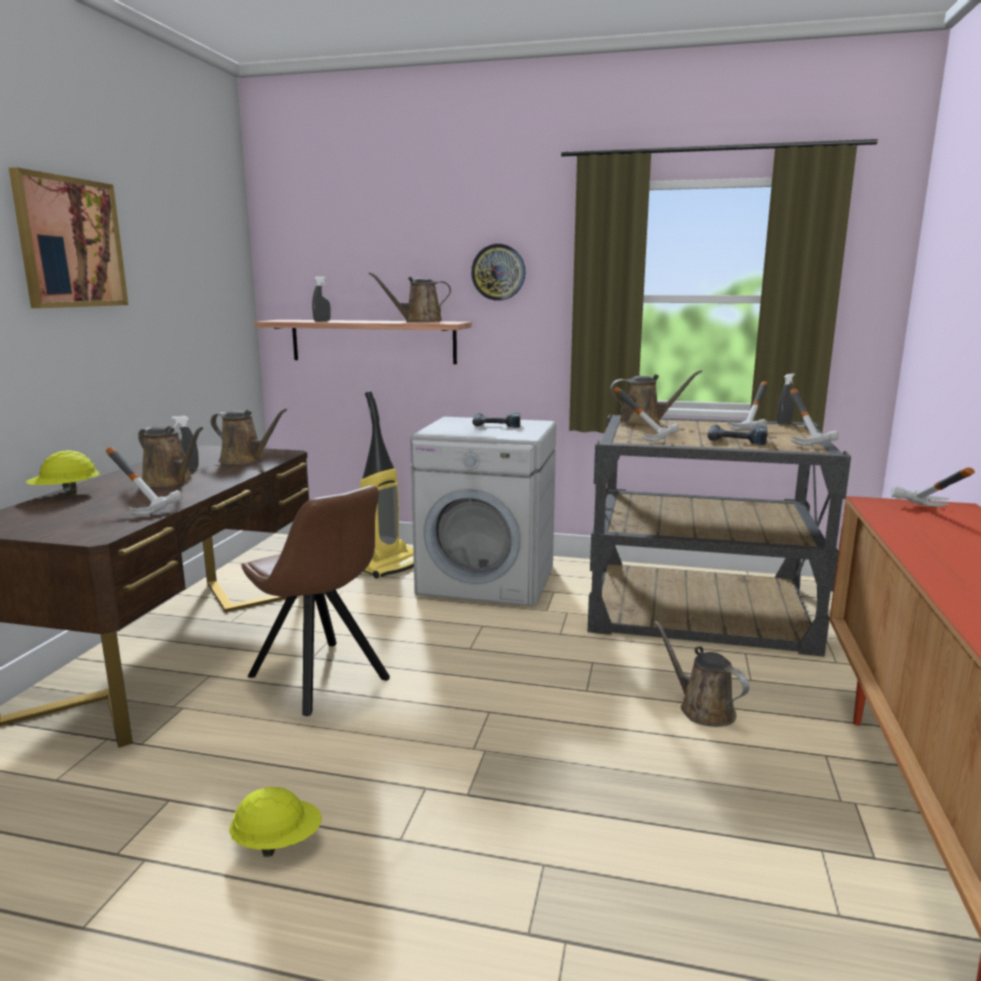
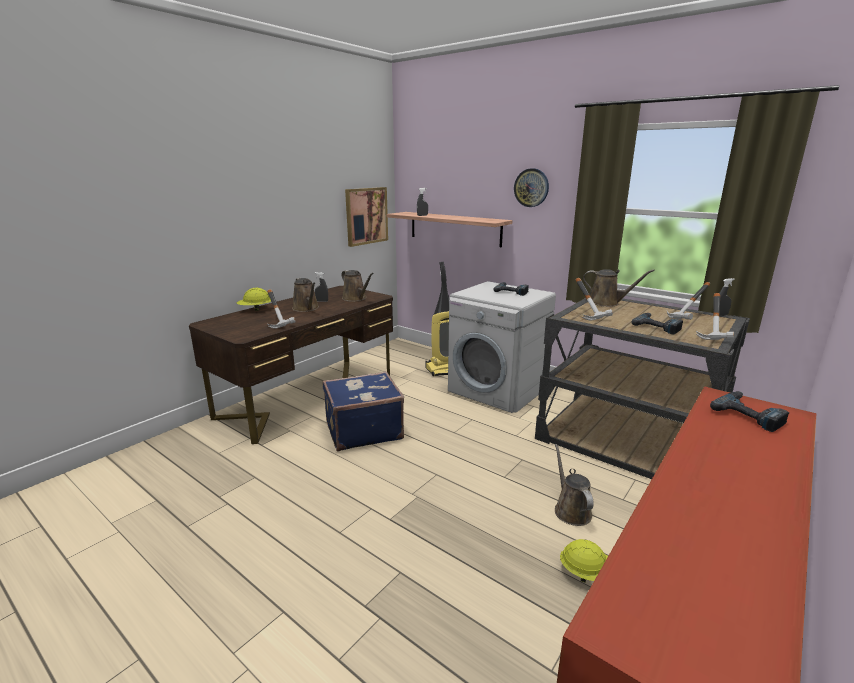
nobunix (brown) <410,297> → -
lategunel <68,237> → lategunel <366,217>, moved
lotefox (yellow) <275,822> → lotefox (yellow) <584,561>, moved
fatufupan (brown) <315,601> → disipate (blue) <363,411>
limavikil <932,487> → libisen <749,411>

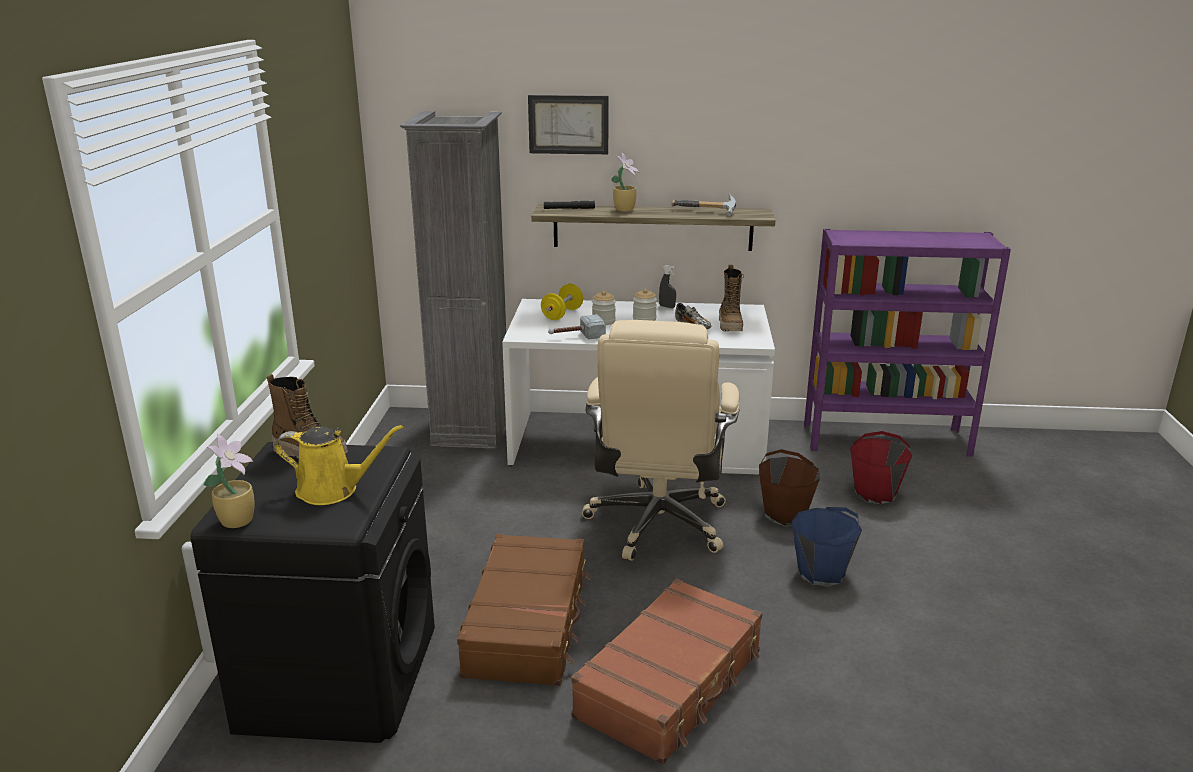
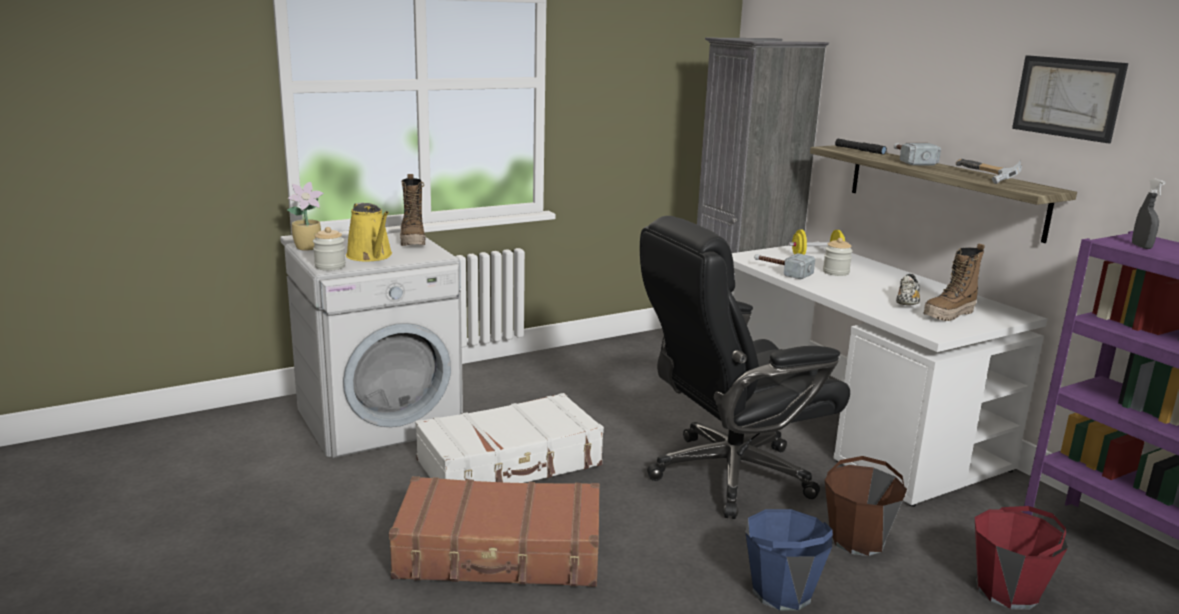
lategunel <568,124> → lategunel <1070,99>, moved
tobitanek <645,305> → tobitanek <329,249>, moved
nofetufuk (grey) <667,286> → nofetufuk (grey) <1149,213>, moved
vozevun <625,182> → limavikil <917,154>
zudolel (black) <312,592> → zudolel (white) <373,345>
disipate (brown) <523,610> → disipate (white) <509,438>
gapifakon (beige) <661,440> → gapifakon (black) <745,367>

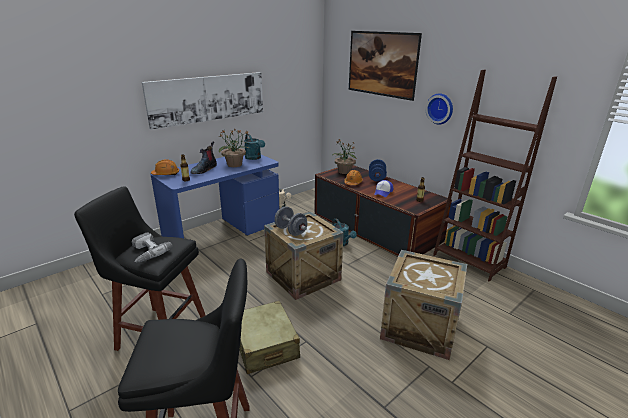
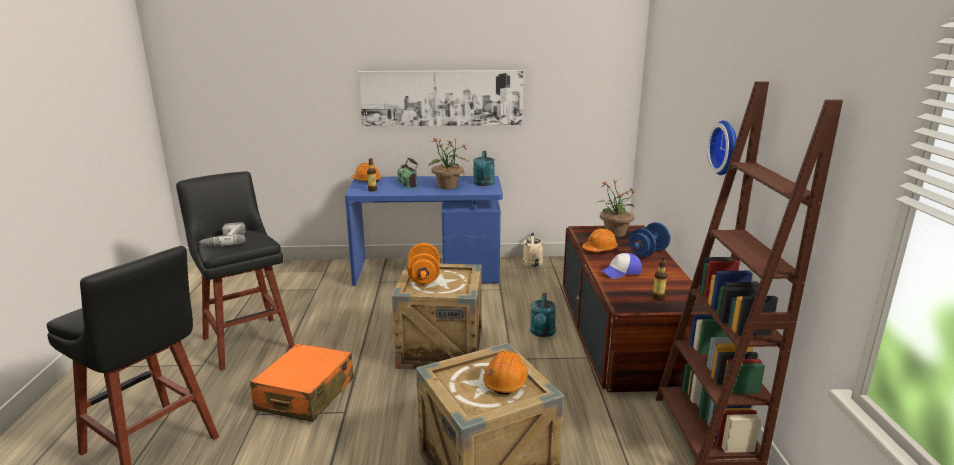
lategunel <385,66> → -
- → lotefox (orange) <505,373>
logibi <204,157> → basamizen <408,173>
disipate (beige) <270,337> → disipate (orange) <302,383>
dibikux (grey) <291,221> → dibikux (orange) <423,264>

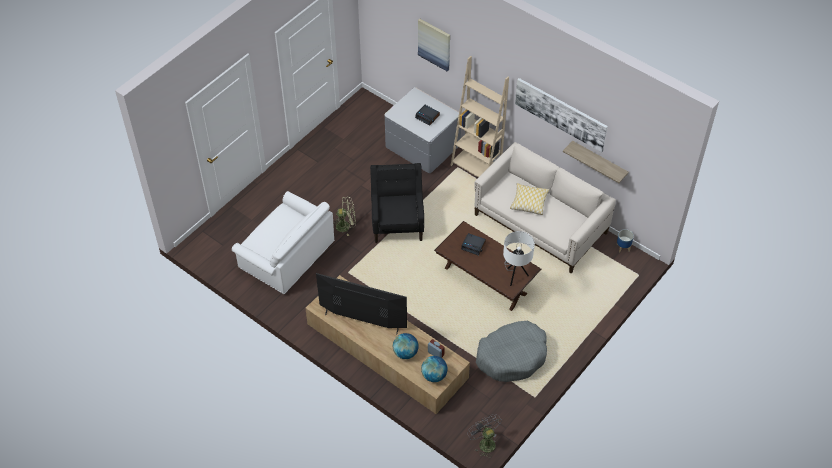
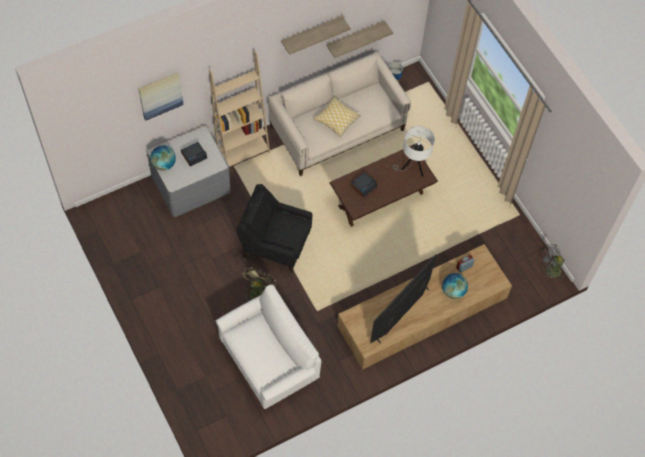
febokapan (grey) <511,351> → -
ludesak <434,369> → ludesak <163,158>, moved
lategunel <561,115> → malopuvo <316,35>

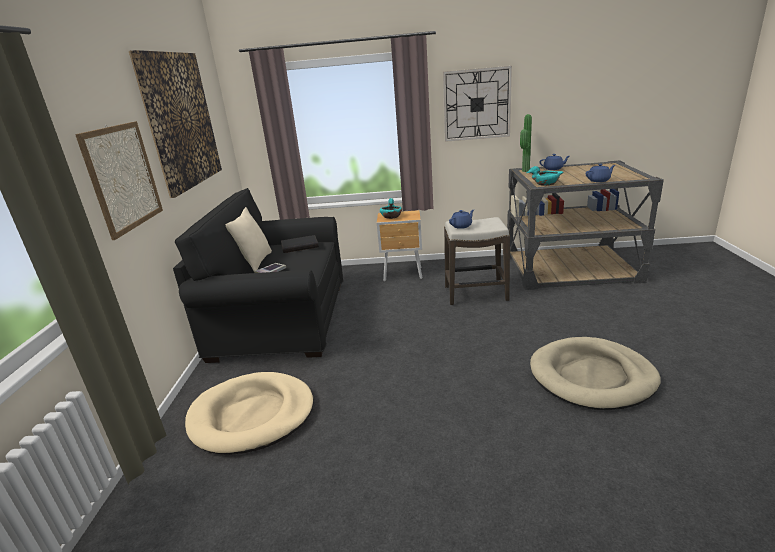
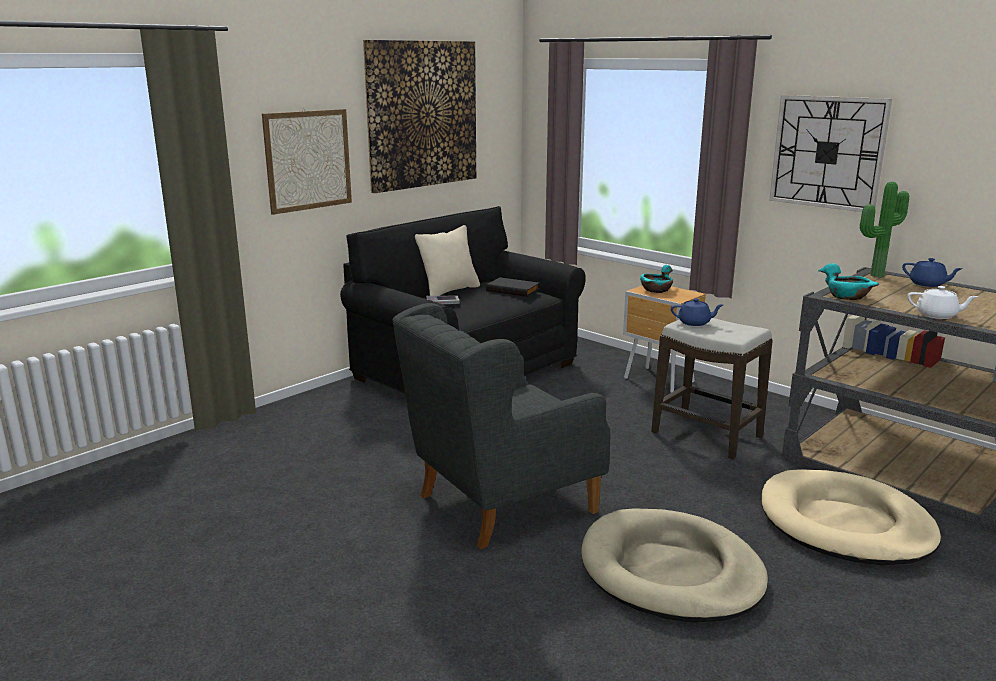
- → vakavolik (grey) <501,426>
febokapan (beige) <249,413> → febokapan (beige) <851,517>, moved
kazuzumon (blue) <600,173> → kazuzumon (white) <942,302>

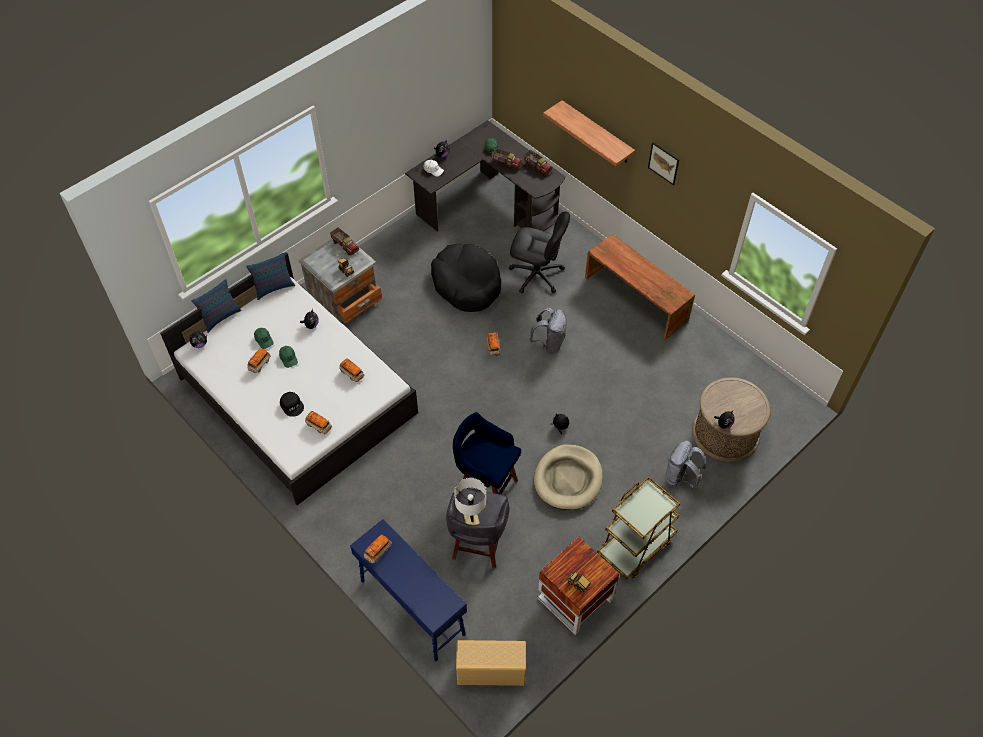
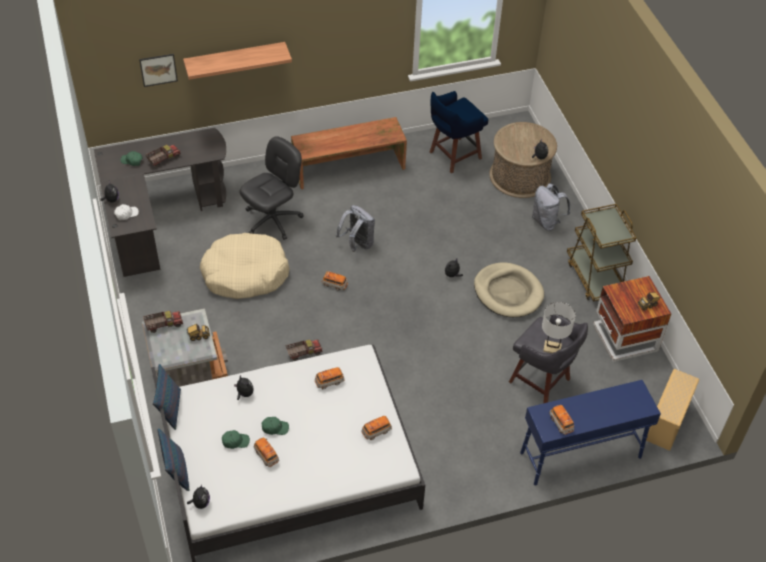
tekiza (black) <292,404> → -
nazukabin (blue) <487,453> → nazukabin (blue) <459,132>, moved
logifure <538,163> → logifure <304,350>, moved
lategunel <663,163> → lategunel <158,70>, moved
febokapan (black) <466,277> → febokapan (beige) <244,266>

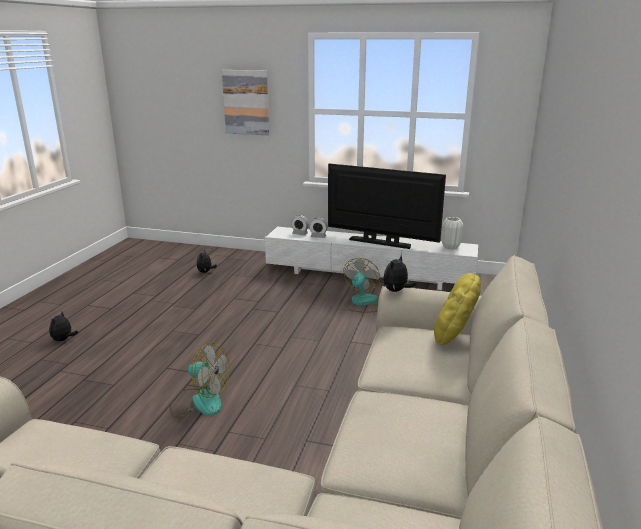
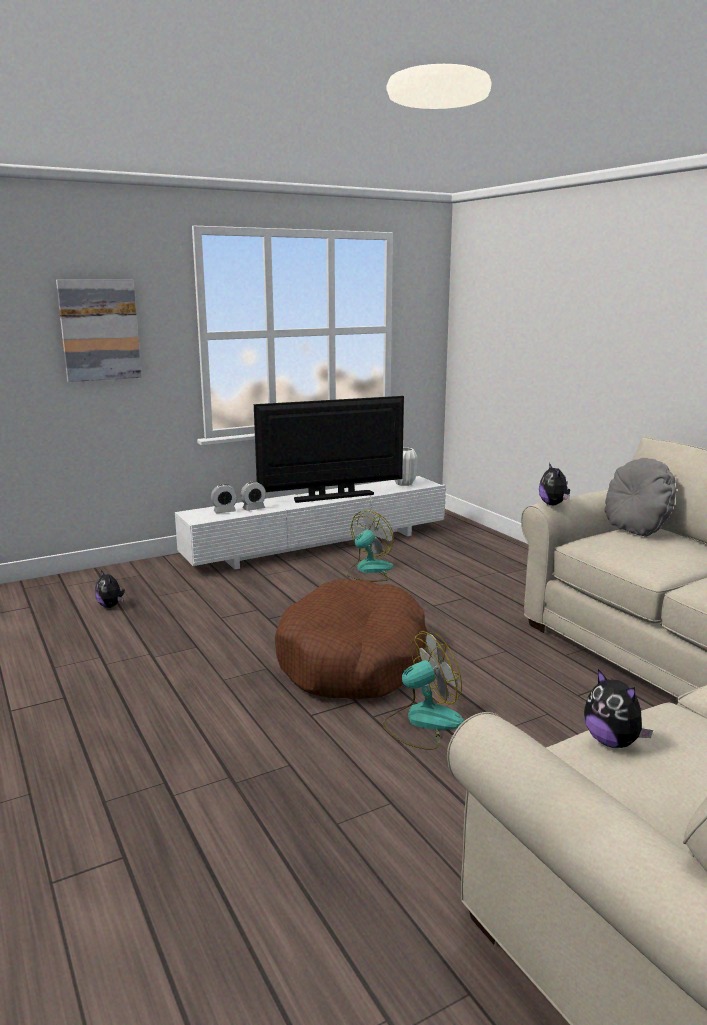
- → febokapan (brown) <351,638>
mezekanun <63,326> → mezekanun <618,708>, moved
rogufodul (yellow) <457,309> → rogufodul (grey) <640,497>
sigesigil <362,285> → sigesigil <370,546>, 60 degrees clockwise

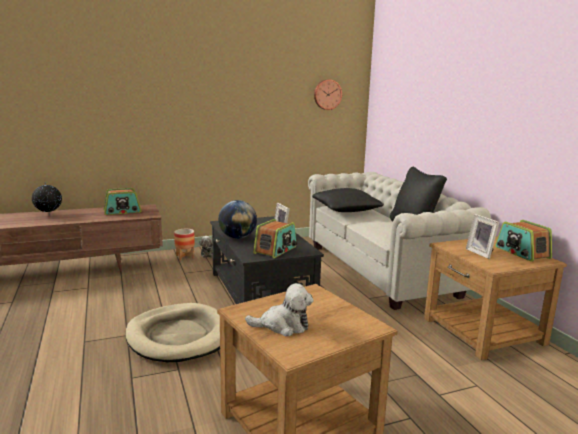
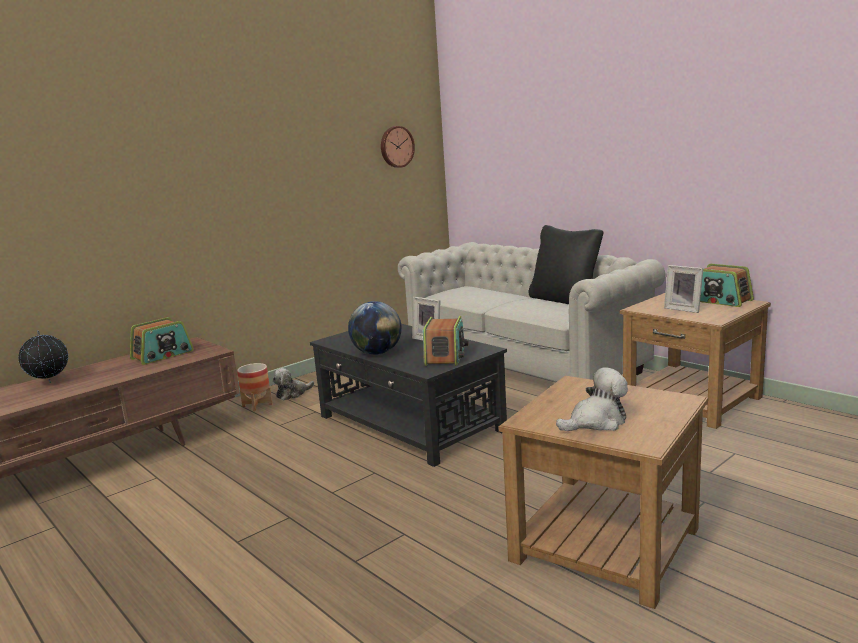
febokapan (beige) <172,332> → -
rogufodul (black) <347,200> → -

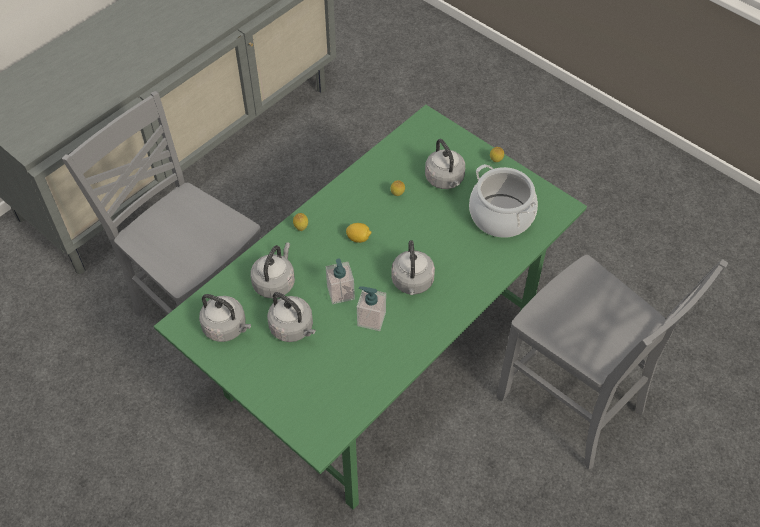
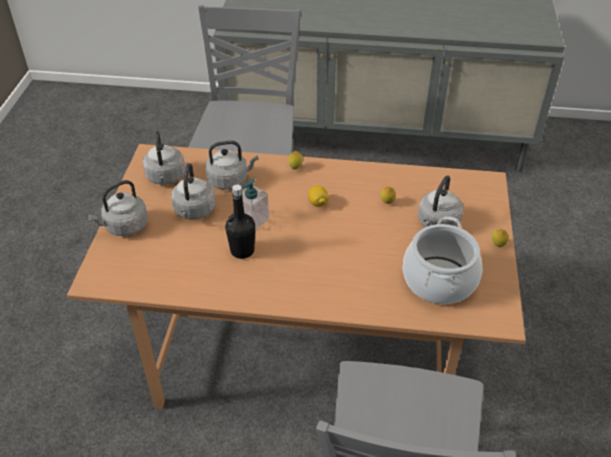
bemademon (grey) <413,267> → bemademon (grey) <117,208>, moved
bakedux <371,308> → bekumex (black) <240,221>
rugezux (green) <370,307> → rugezux (brown) <296,276>

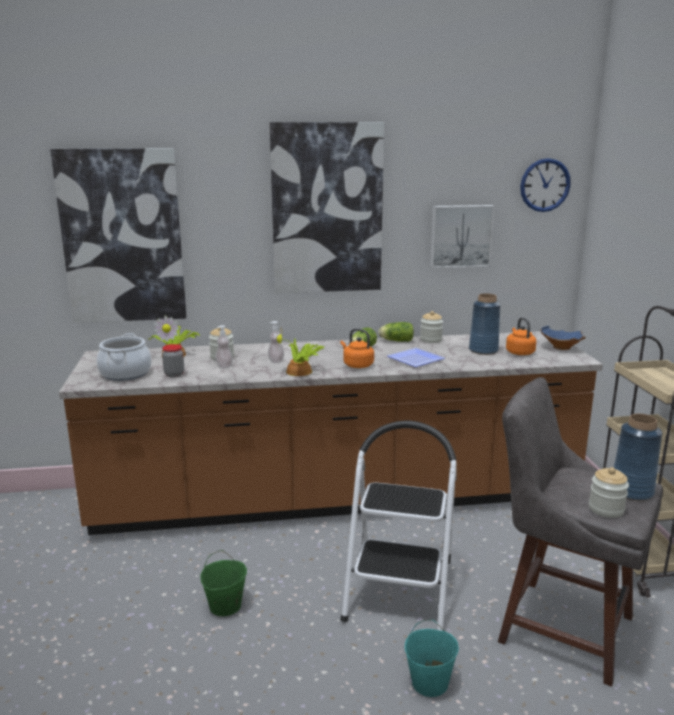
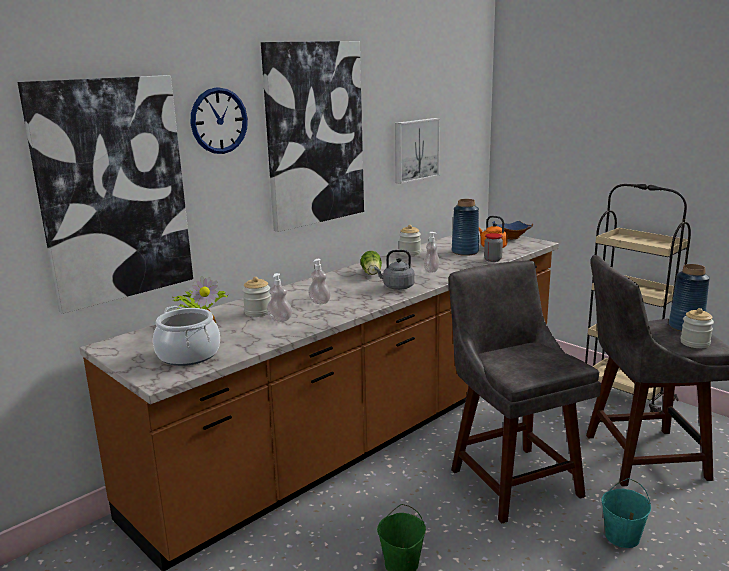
vozevun <300,352> → -
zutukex <396,332> → -
tobitanek <173,360> → tobitanek <493,247>, moved
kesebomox <545,185> → kesebomox <219,120>, moved
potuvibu <399,526> → nazukabin (grey) <525,391>
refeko <416,357> → bakedux <432,252>
bemademon (orange) <357,348> → bemademon (grey) <394,270>

